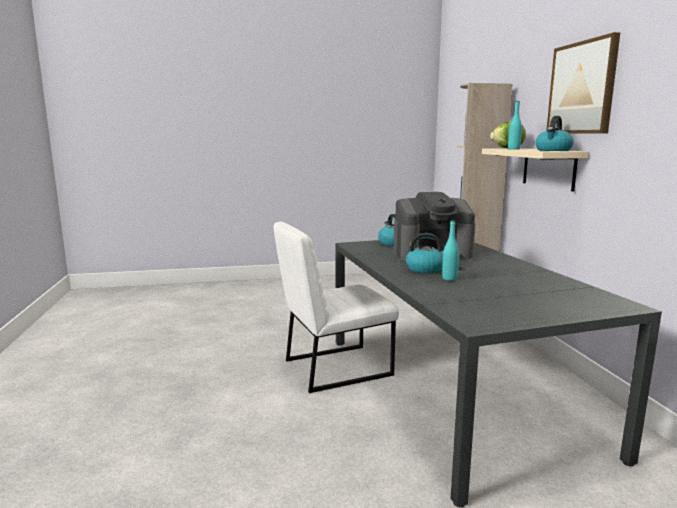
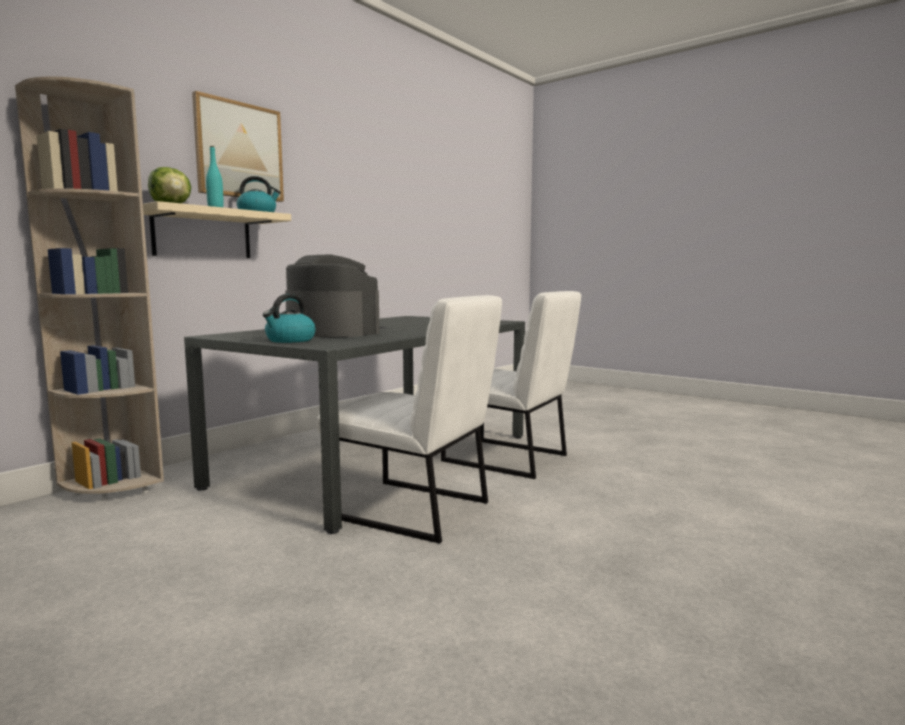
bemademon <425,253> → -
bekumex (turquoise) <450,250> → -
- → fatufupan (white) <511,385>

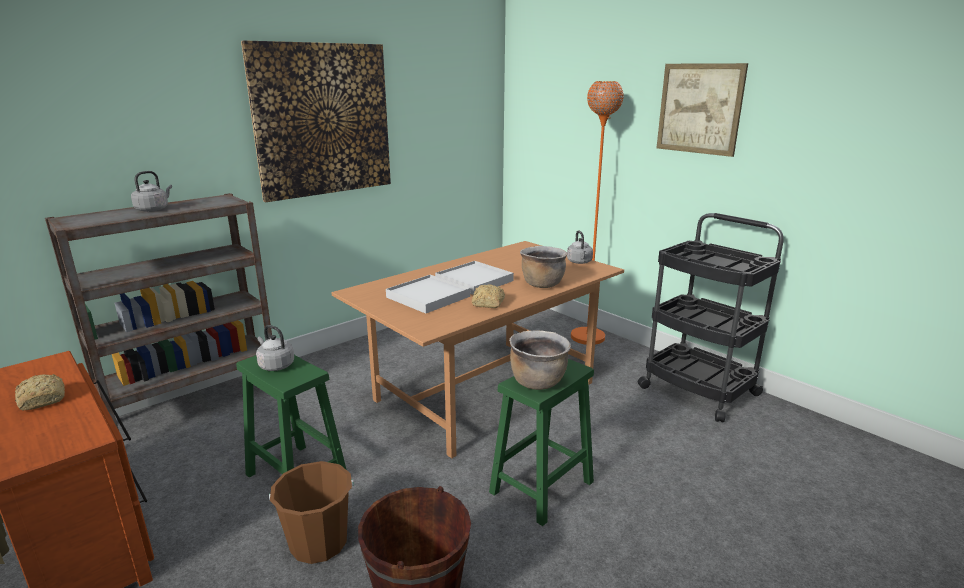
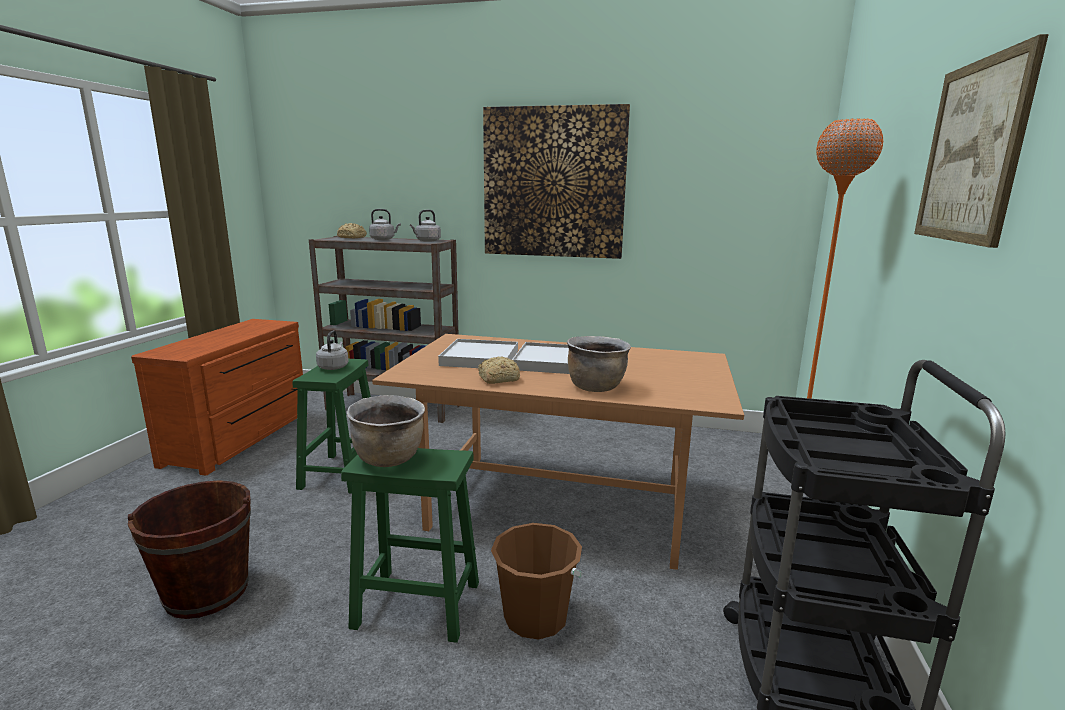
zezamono <40,392> → zezamono <352,230>, moved
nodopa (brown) <311,512> → nodopa (brown) <537,581>, moved
bemademon (grey) <580,247> → bemademon (grey) <425,226>, moved

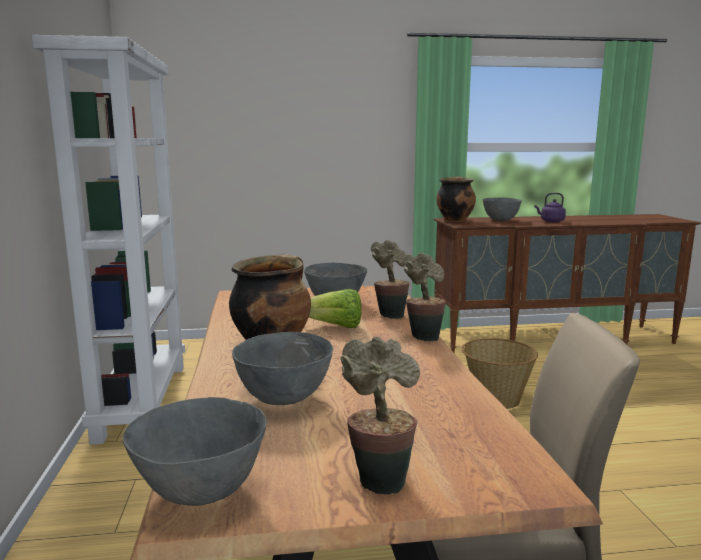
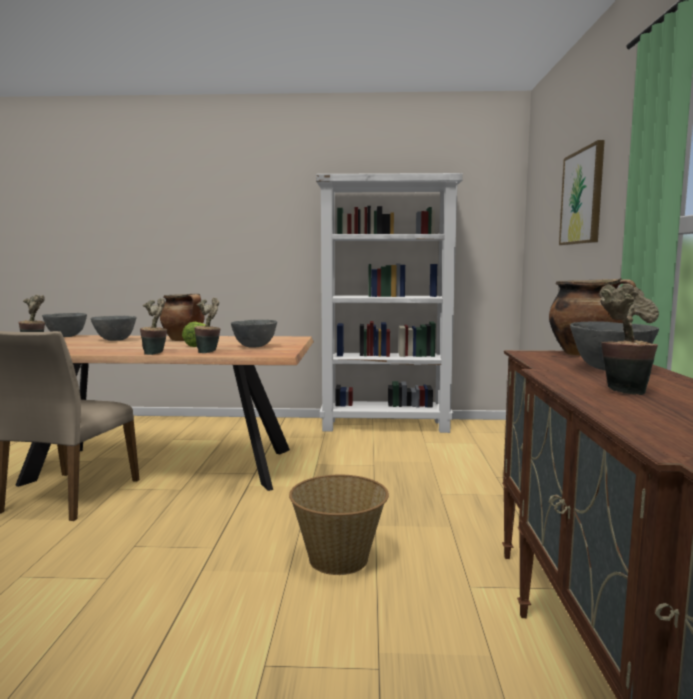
- → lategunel <582,192>
bemademon (purple) <550,207> → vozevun <629,339>

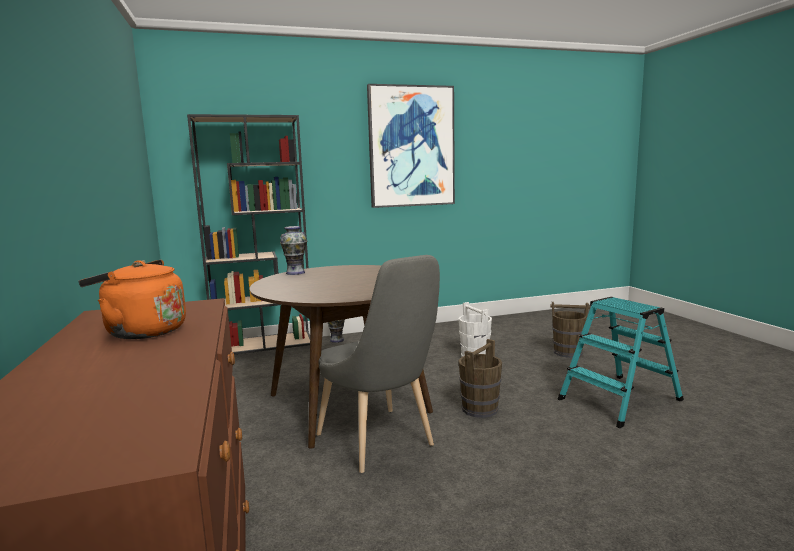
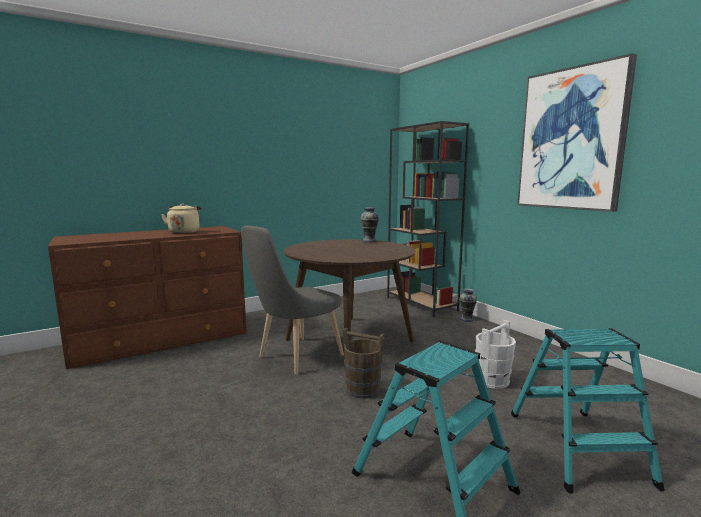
nodopa (brown) <570,330> → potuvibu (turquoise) <588,410>
bemademon (orange) <132,299> → bemademon (beige) <181,218>

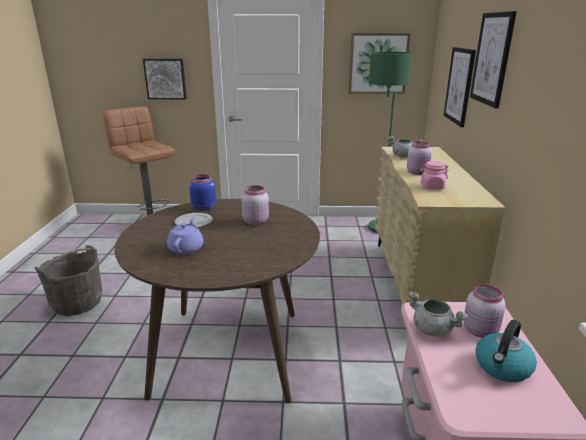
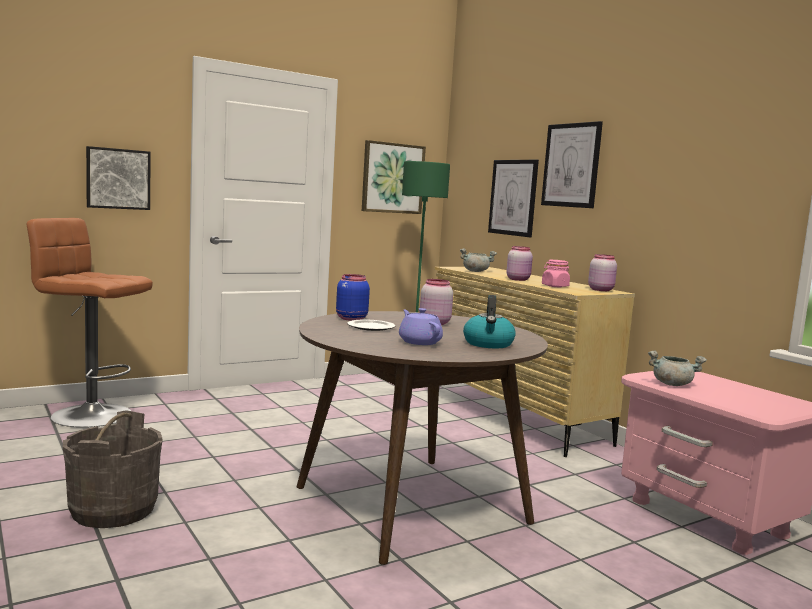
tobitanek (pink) <484,311> → tobitanek (pink) <602,272>, moved
bemademon <506,350> → bemademon <489,321>, moved

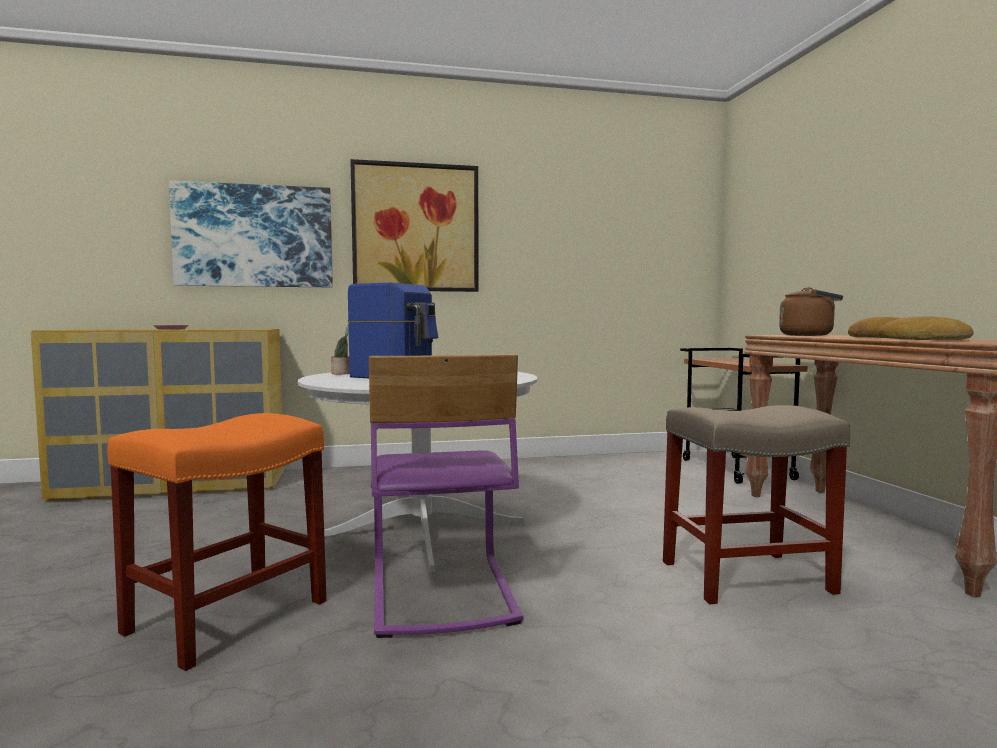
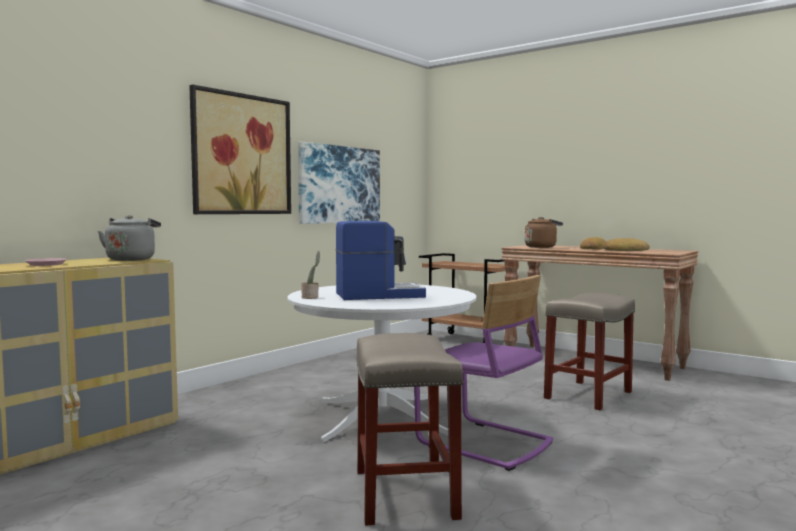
- → bemademon (grey) <129,238>
lategunel <251,234> → lategunel <339,182>, moved
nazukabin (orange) <217,542> → nazukabin (beige) <410,429>

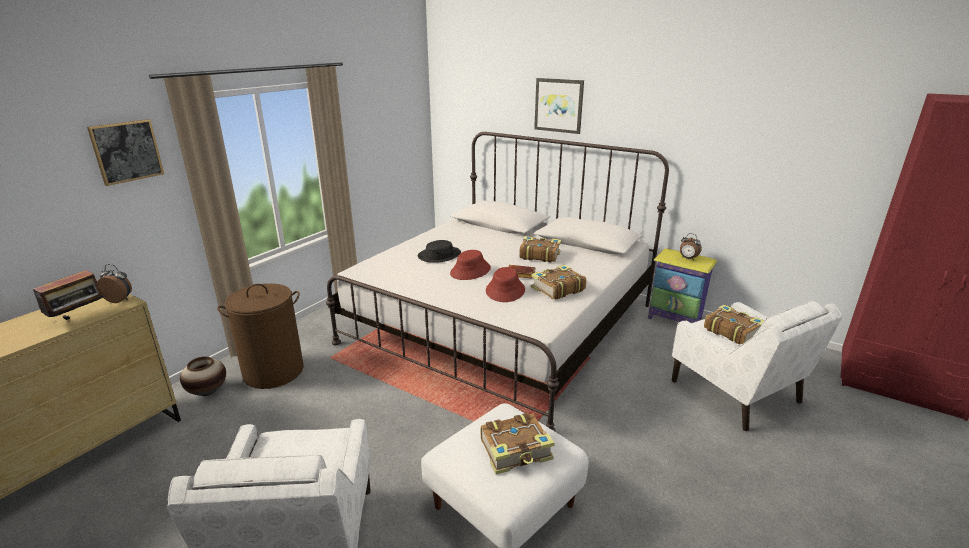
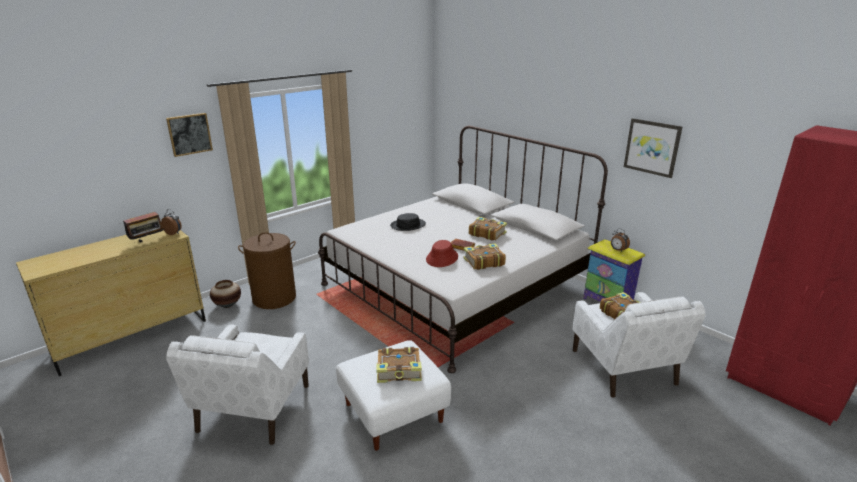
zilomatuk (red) <470,265> → -
lategunel <559,106> → lategunel <653,148>, moved

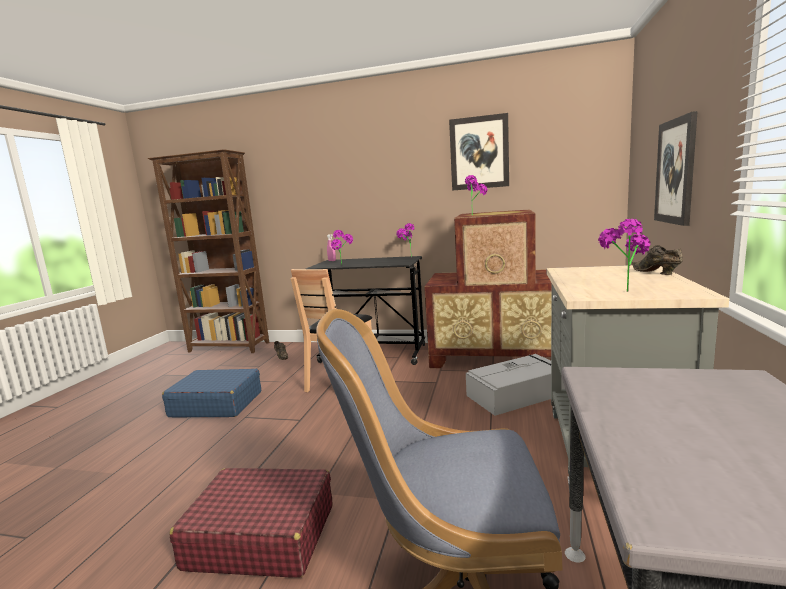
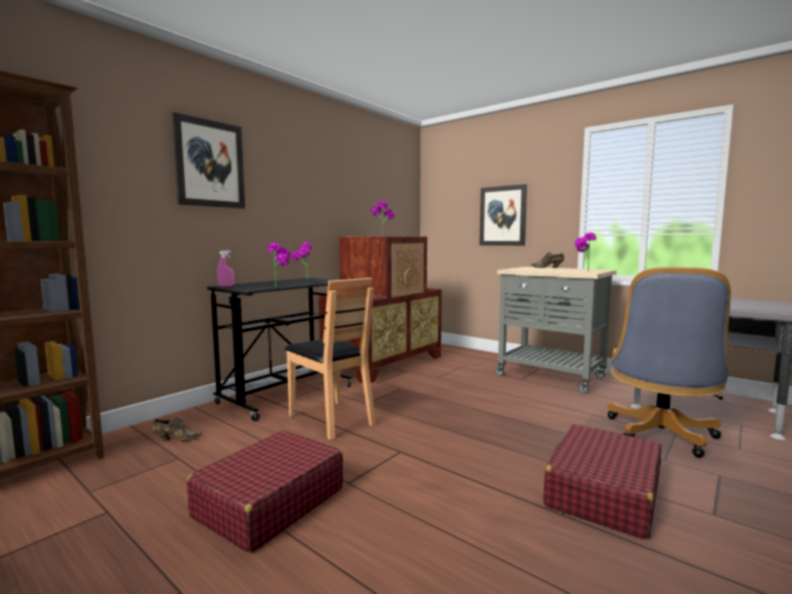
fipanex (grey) <516,385> → -
lategunel <479,152> → lategunel <208,160>, moved
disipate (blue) <211,393> → disipate (red) <265,491>

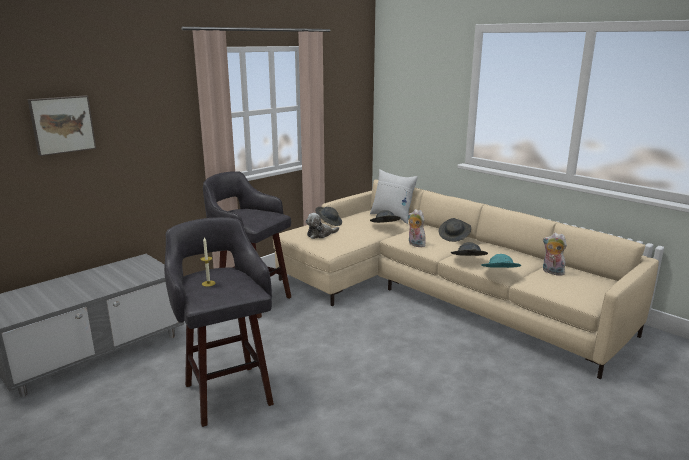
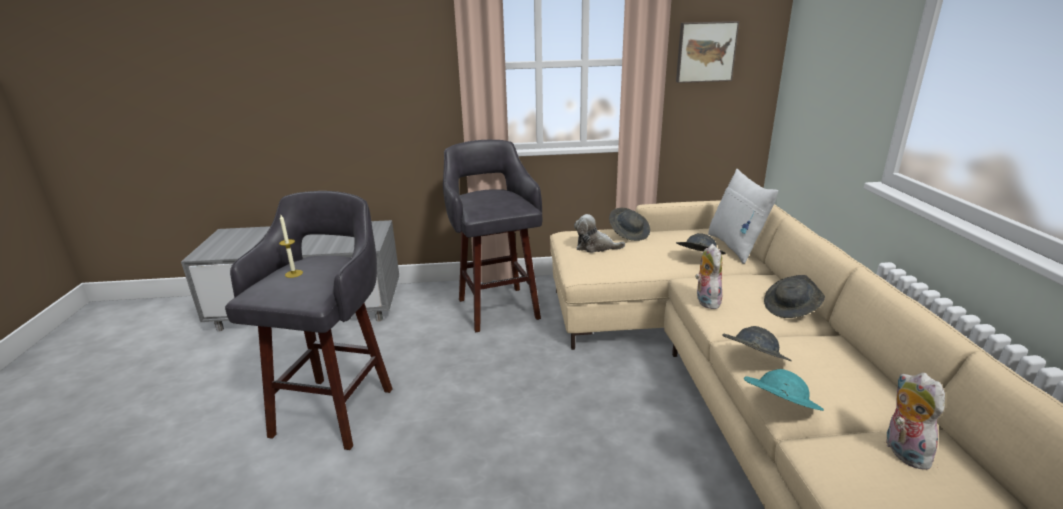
lategunel <62,125> → lategunel <707,52>, moved

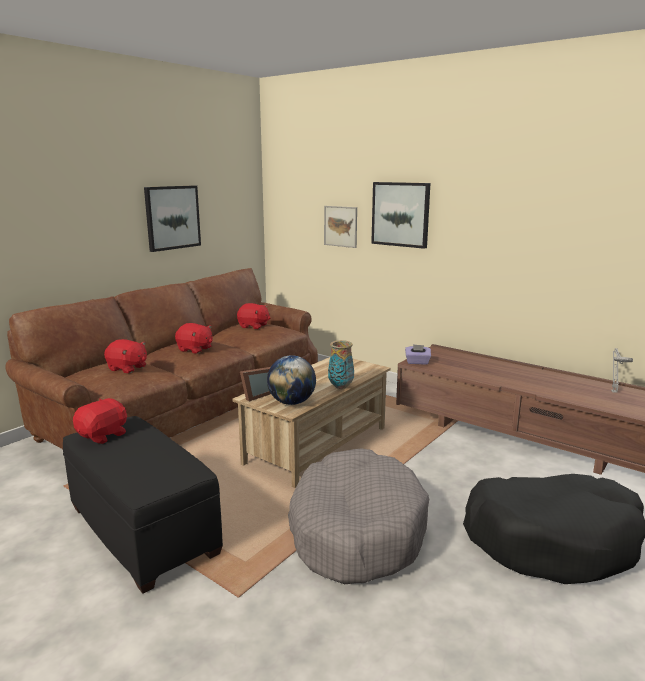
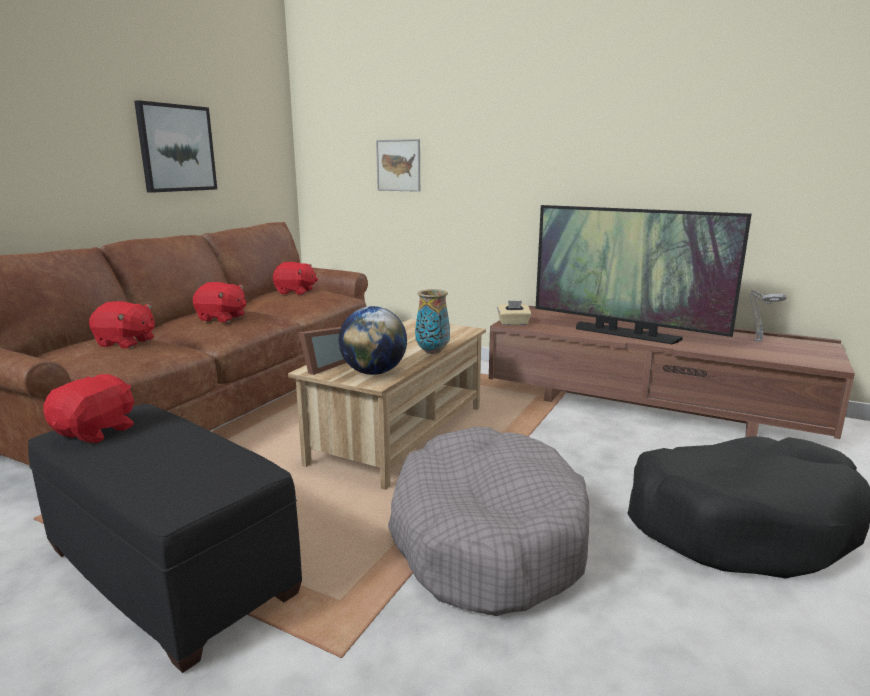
lategunel <401,215> → -
- → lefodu <644,274>
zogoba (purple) <418,354> → zogoba (beige) <514,313>

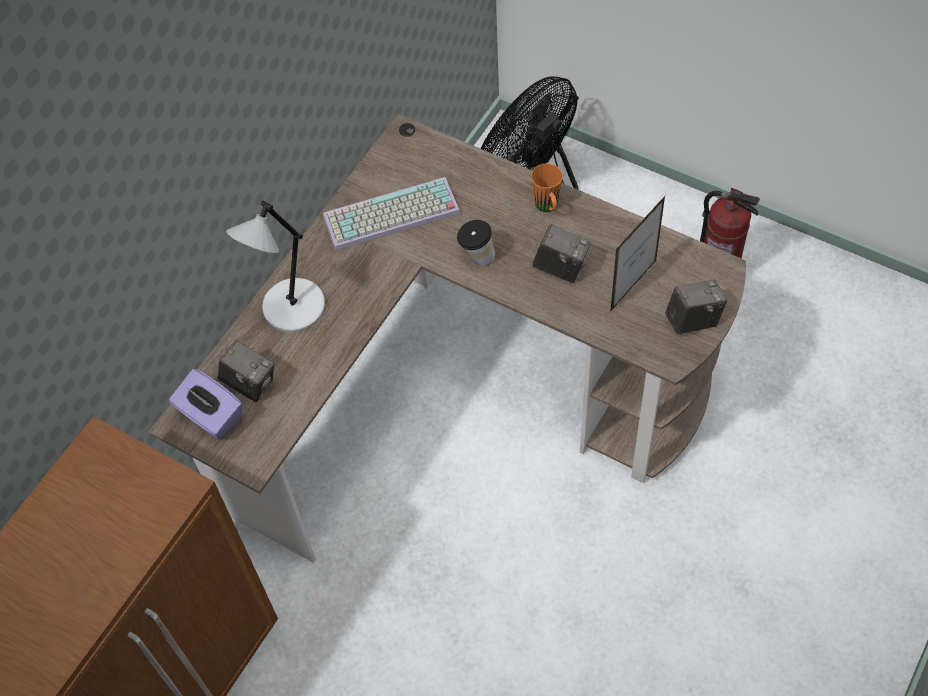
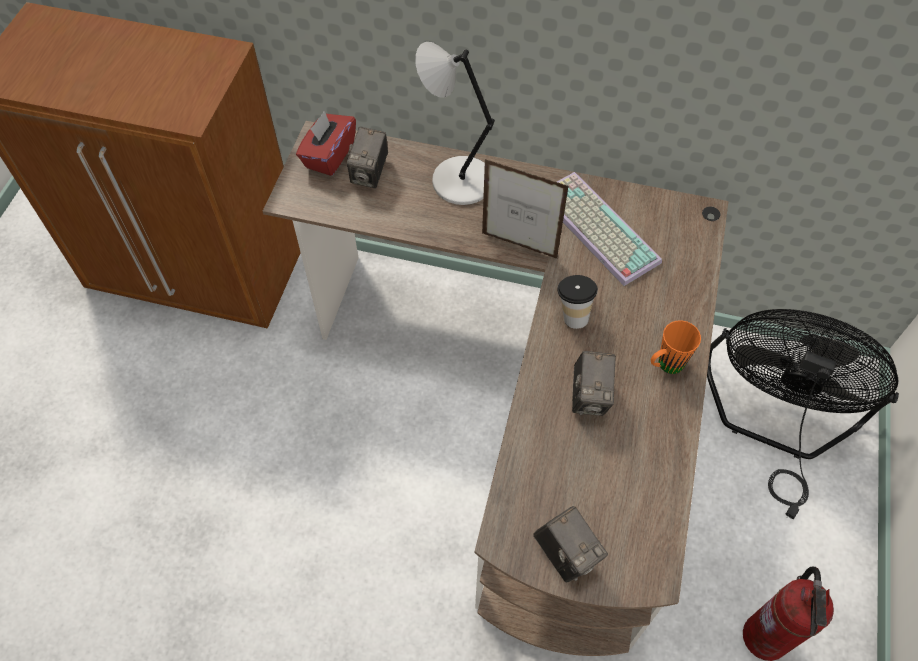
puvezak <637,254> → puvezak <525,209>, moved
zogoba (purple) <206,404> → zogoba (red) <326,143>

